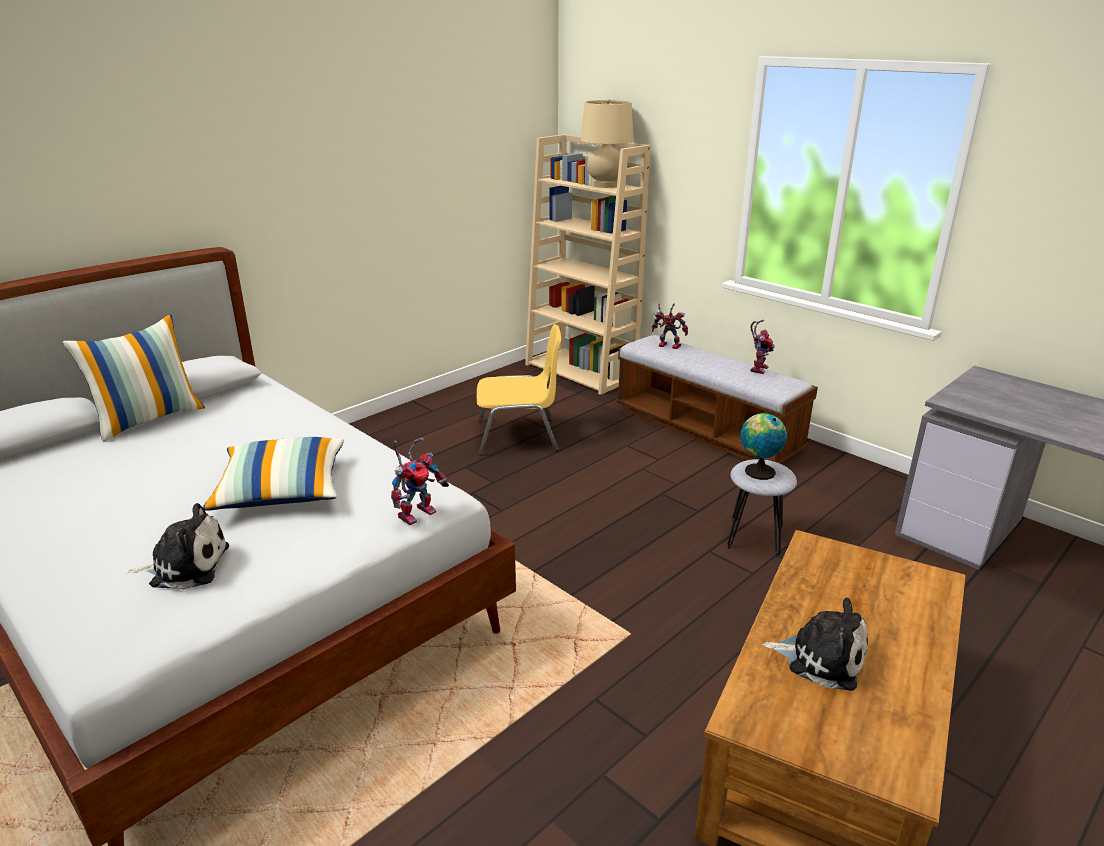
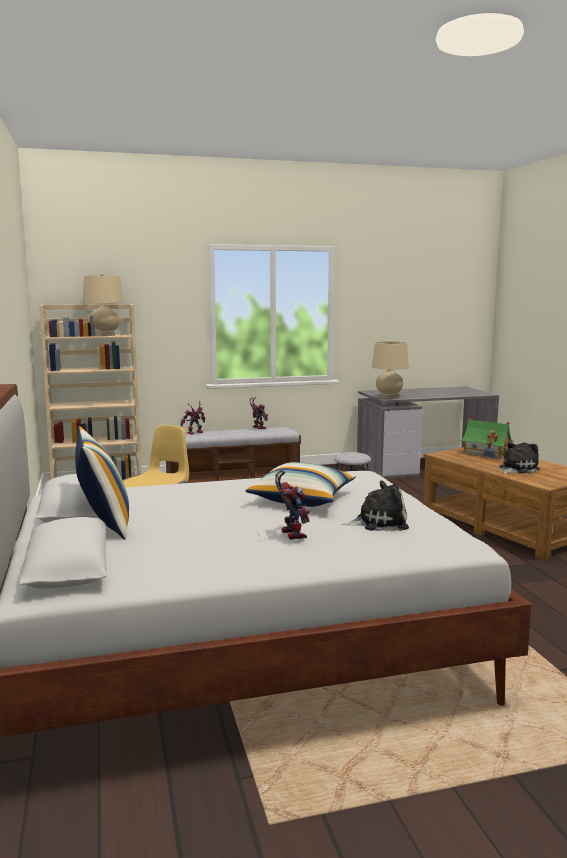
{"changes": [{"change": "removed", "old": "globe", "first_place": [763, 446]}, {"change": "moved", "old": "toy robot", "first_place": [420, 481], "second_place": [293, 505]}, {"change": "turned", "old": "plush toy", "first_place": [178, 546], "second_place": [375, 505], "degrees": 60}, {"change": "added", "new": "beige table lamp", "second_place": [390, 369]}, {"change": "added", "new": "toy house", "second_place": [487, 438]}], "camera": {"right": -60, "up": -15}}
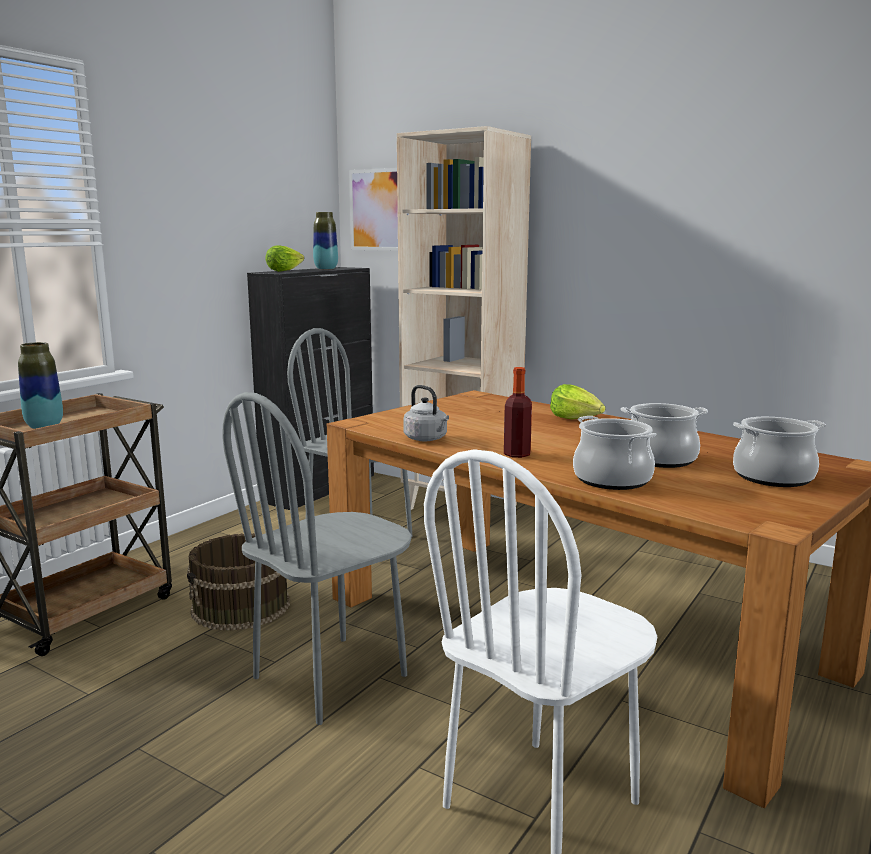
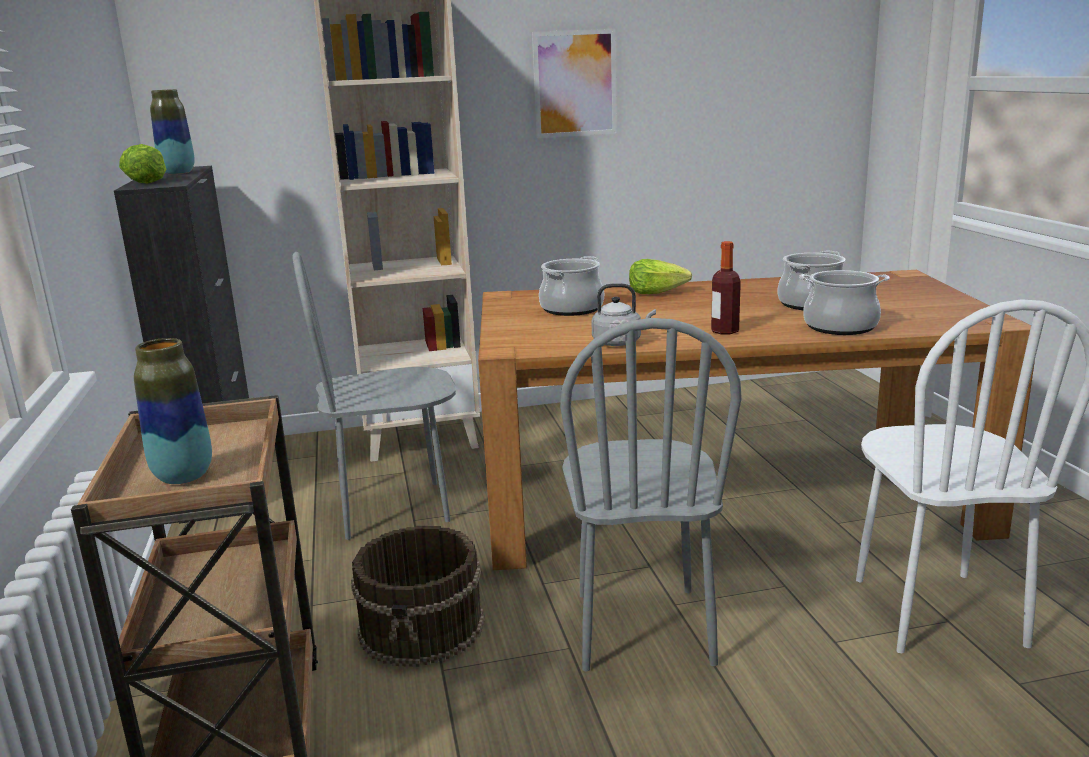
{"changes": [{"change": "moved", "old": "picture", "first_place": [373, 209], "second_place": [574, 83]}, {"change": "moved", "old": "cooking pot", "first_place": [779, 452], "second_place": [571, 286]}], "camera": {"right": -45, "up": 5}}
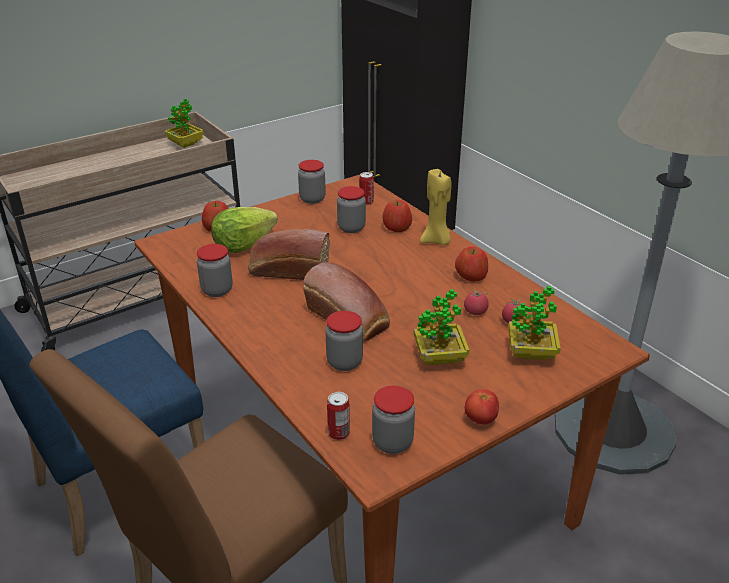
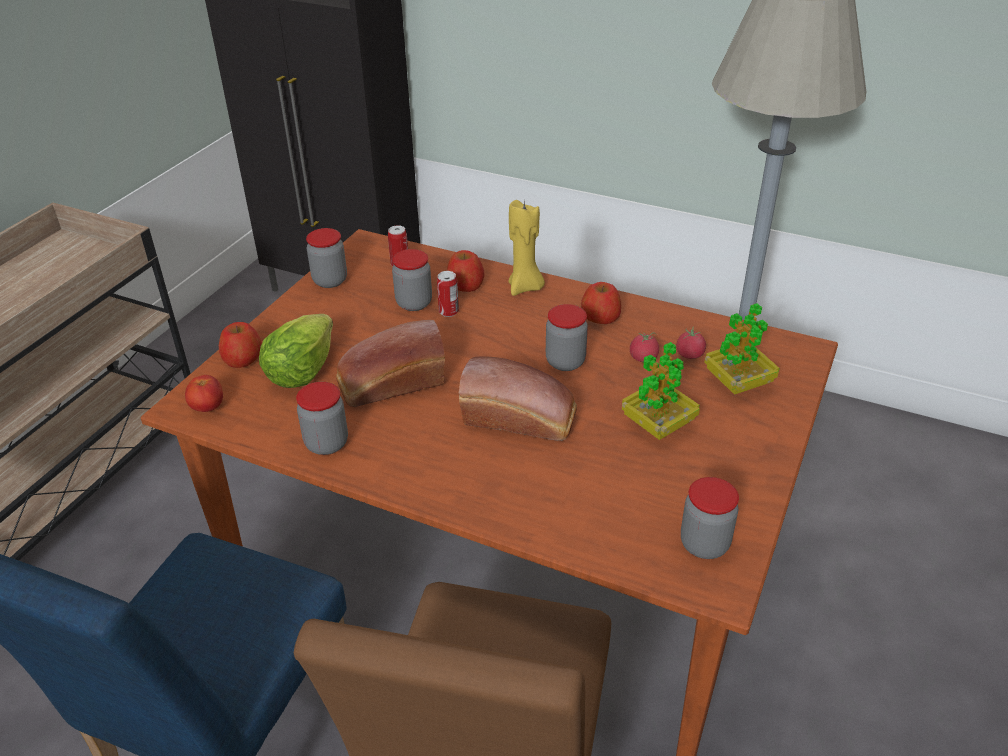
{"changes": [{"change": "removed", "old": "potted plant", "first_place": [184, 123]}, {"change": "moved", "old": "jar", "first_place": [344, 341], "second_place": [567, 337]}, {"change": "moved", "old": "tomato", "first_place": [482, 406], "second_place": [204, 393]}, {"change": "moved", "old": "can", "first_place": [338, 416], "second_place": [448, 294]}], "camera": {"right": -30, "up": 5}}
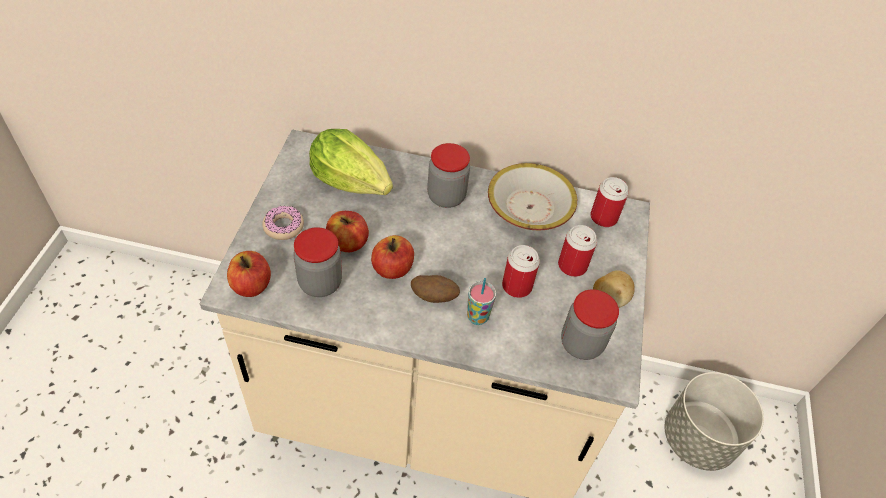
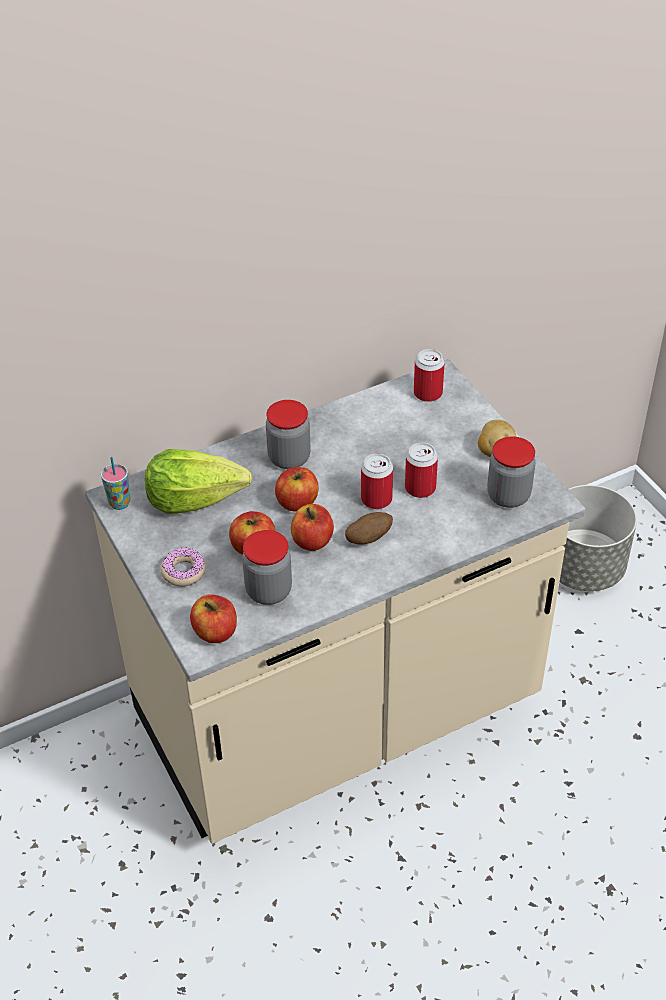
{"changes": [{"change": "removed", "old": "bowl", "first_place": [532, 197]}, {"change": "moved", "old": "can", "first_place": [577, 251], "second_place": [377, 481]}, {"change": "moved", "old": "cup", "first_place": [481, 301], "second_place": [115, 483]}, {"change": "added", "new": "apple", "second_place": [297, 489]}], "camera": {"right": -35, "up": -5}}
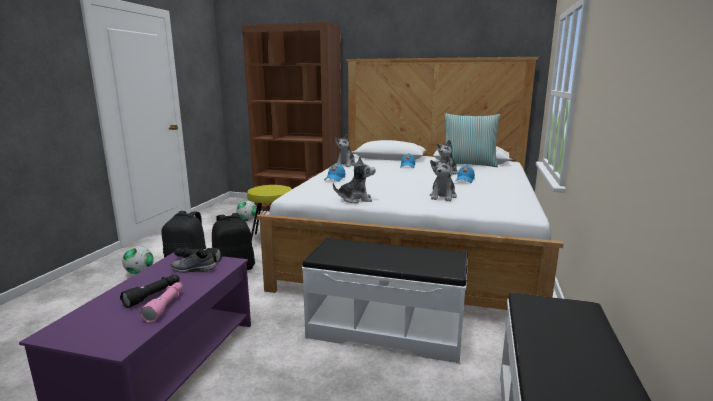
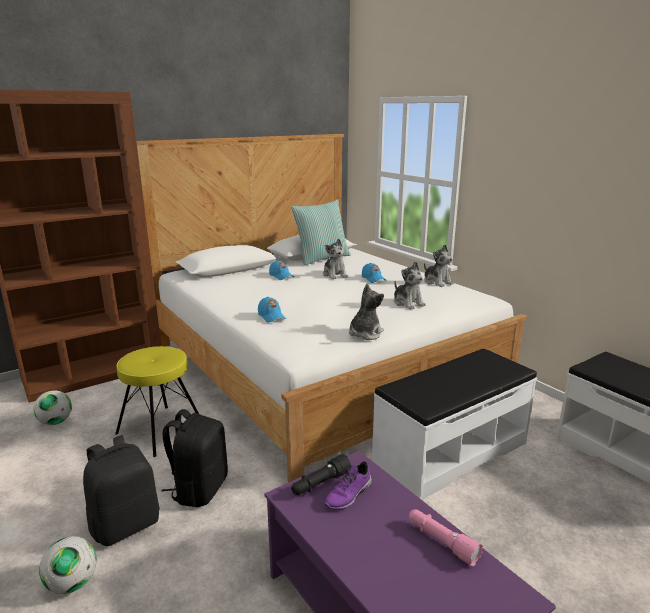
{"changes": [{"change": "moved", "old": "plush toy", "first_place": [345, 150], "second_place": [439, 266]}, {"change": "recoloured", "old": "grey shoe", "new": "purple shoe", "first_place": [193, 261], "second_place": [348, 486]}, {"change": "removed", "old": "black flashlight", "first_place": [150, 291]}], "camera": {"right": -50, "up": 5}}
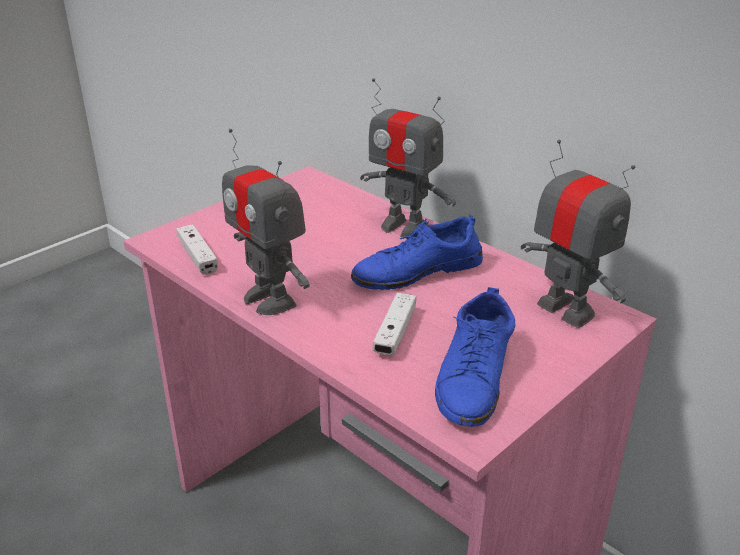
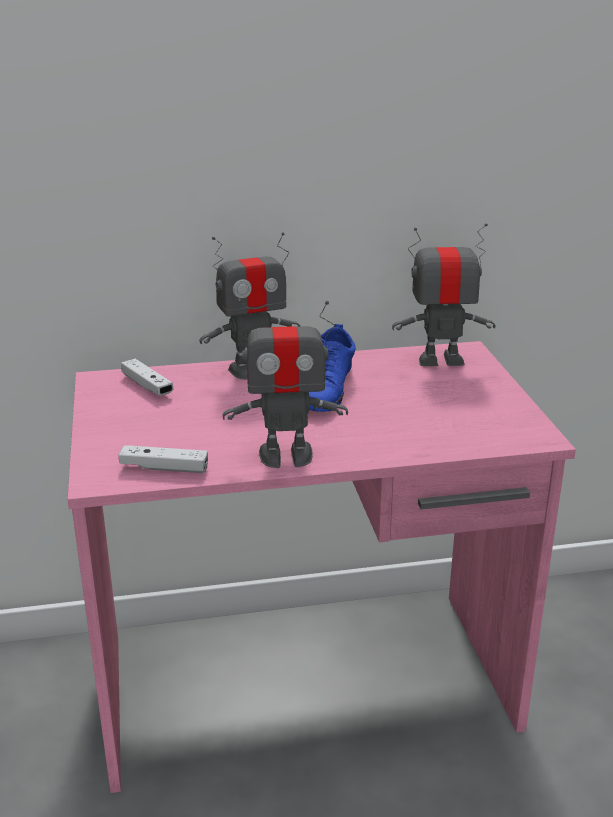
{"changes": [{"change": "removed", "old": "blue shoe", "first_place": [475, 357]}, {"change": "moved", "old": "white game controller", "first_place": [394, 324], "second_place": [147, 377]}], "camera": {"right": -55, "up": -5}}
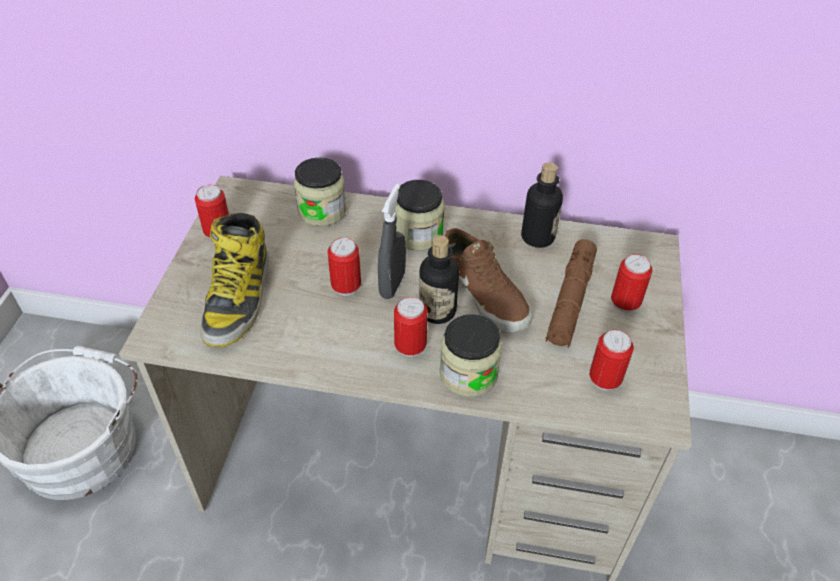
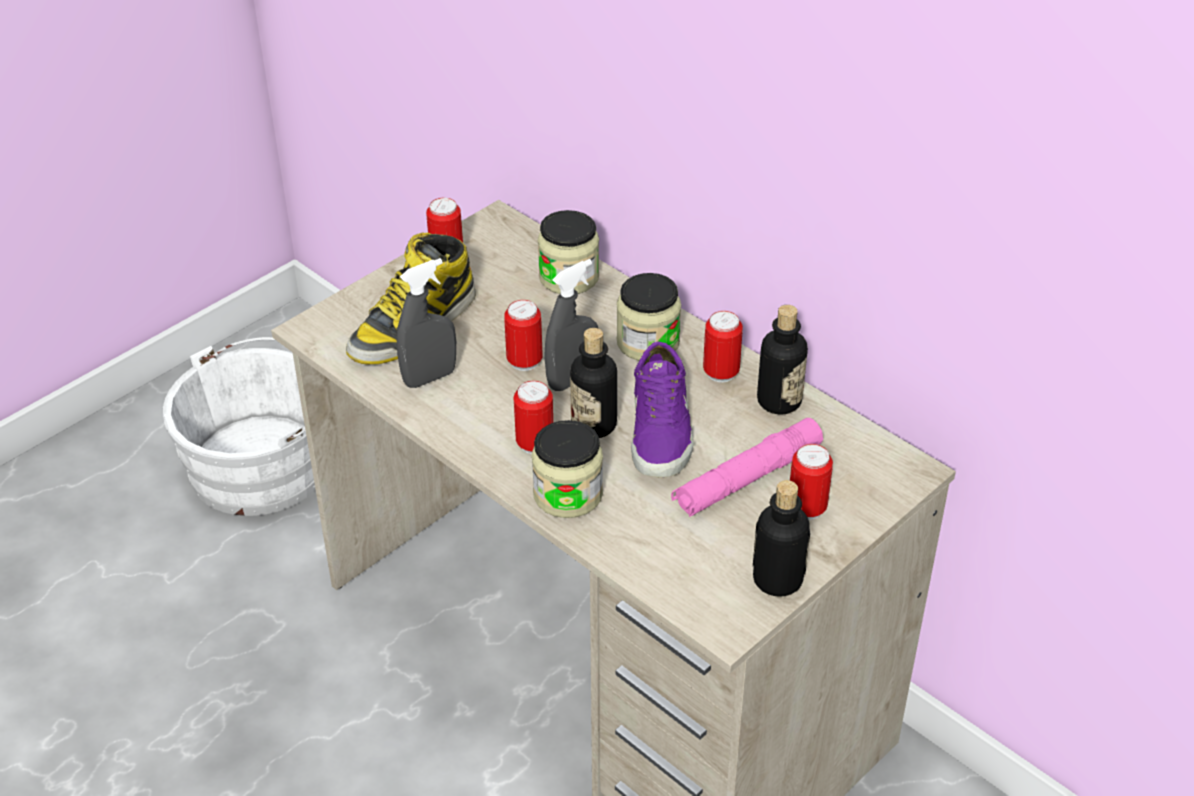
{"changes": [{"change": "recoloured", "old": "brown shoe", "new": "purple shoe", "first_place": [489, 280], "second_place": [662, 409]}, {"change": "recoloured", "old": "brown flashlight", "new": "pink flashlight", "first_place": [571, 293], "second_place": [747, 467]}, {"change": "moved", "old": "can", "first_place": [611, 360], "second_place": [723, 347]}, {"change": "added", "new": "grey spray bottle", "second_place": [426, 323]}, {"change": "added", "new": "bottle", "second_place": [781, 538]}], "camera": {"right": 35, "up": -5}}
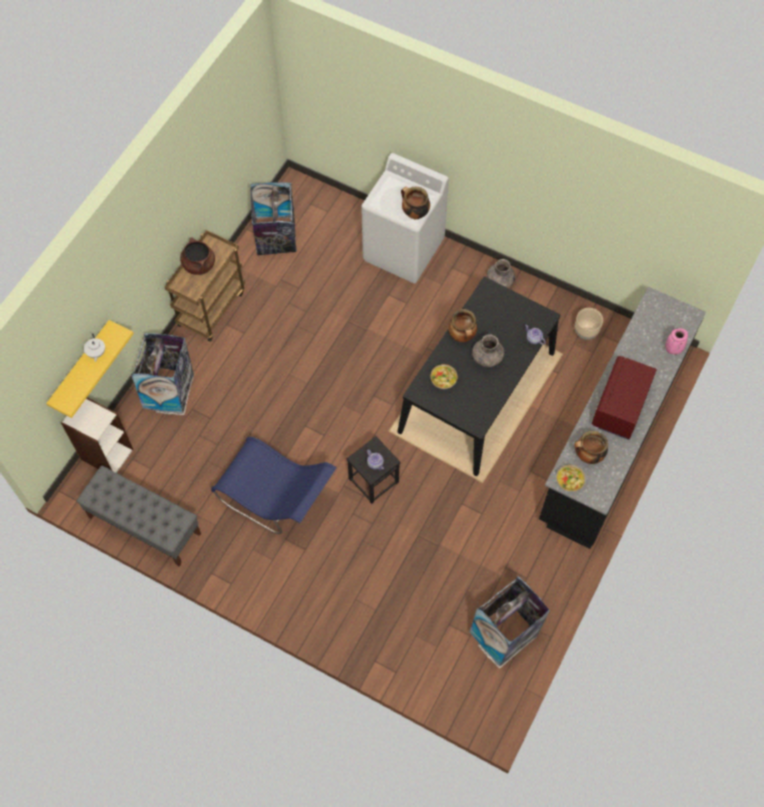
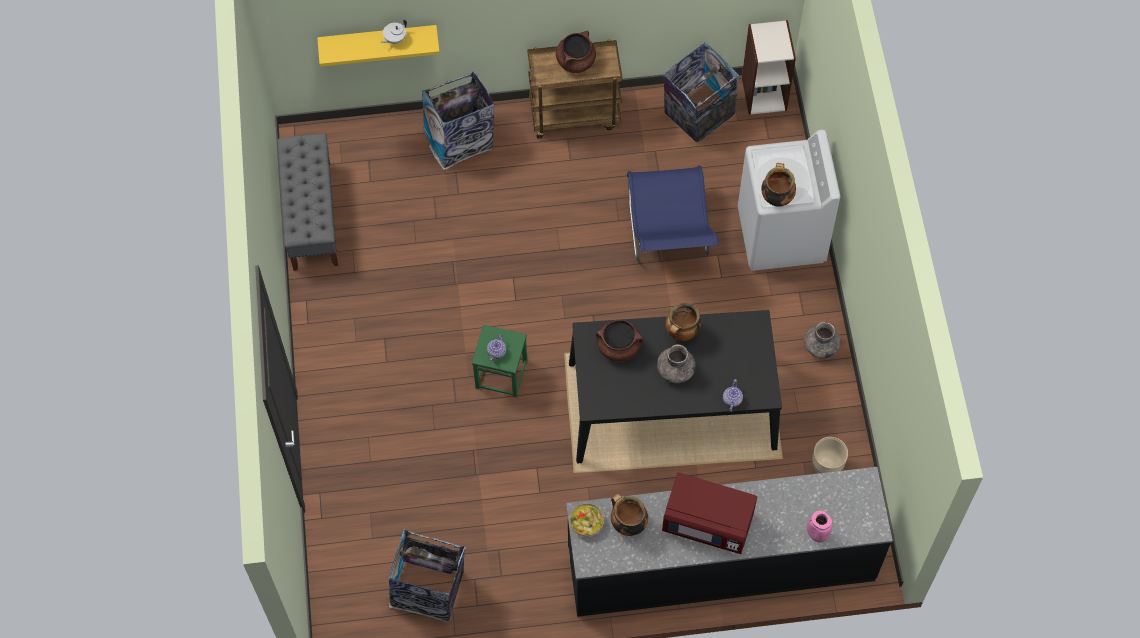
{"changes": [{"change": "turned", "old": "red microwave", "first_place": [624, 398], "second_place": [709, 513], "degrees": -150}, {"change": "replaced", "old": "bowl", "new": "brown cooking pot", "first_place": [444, 376], "second_place": [620, 340]}, {"change": "moved", "old": "bookcase", "first_place": [97, 435], "second_place": [769, 67]}, {"change": "recoloured", "old": "black stool", "new": "green stool", "first_place": [373, 470], "second_place": [499, 361]}, {"change": "moved", "old": "blue chair", "first_place": [274, 485], "second_place": [672, 213]}], "camera": {"right": 55, "up": 0}}
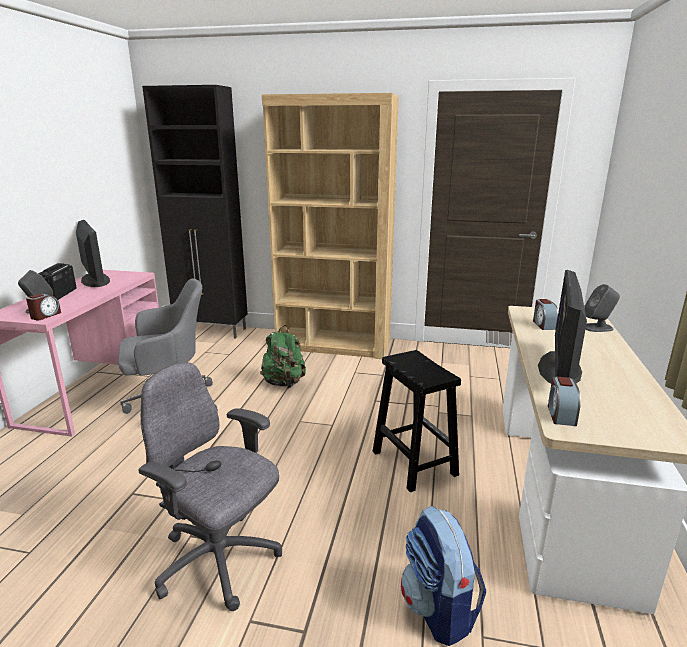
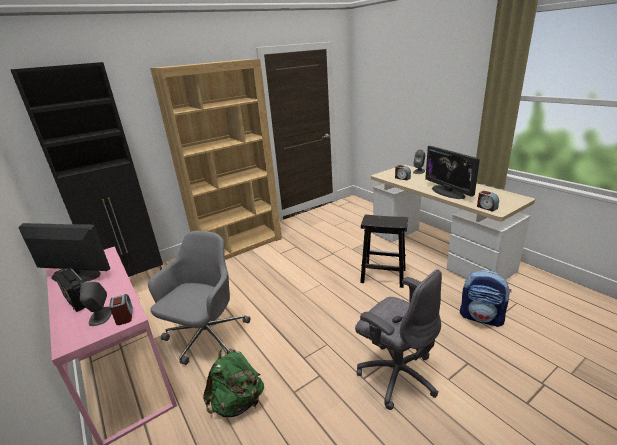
{"changes": [{"change": "moved", "old": "green backpack", "first_place": [283, 356], "second_place": [233, 382]}, {"change": "turned", "old": "grey office chair", "first_place": [210, 486], "second_place": [398, 339], "degrees": -120}], "camera": {"right": -45, "up": 5}}
